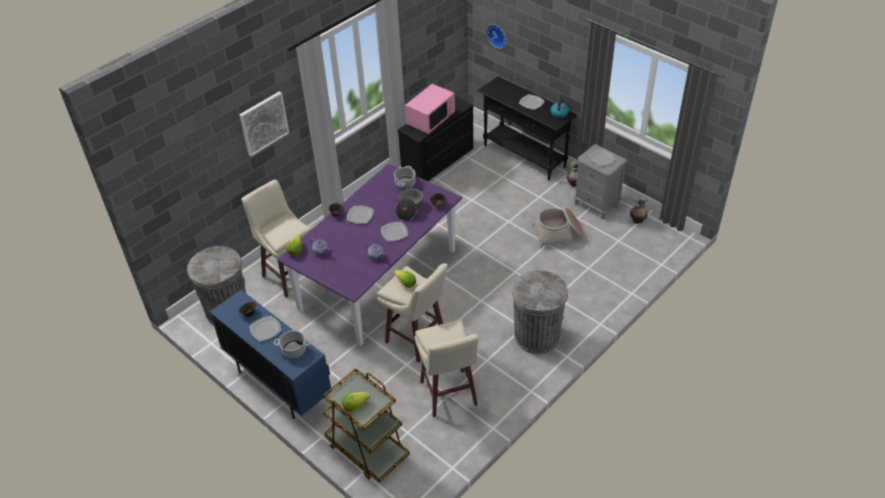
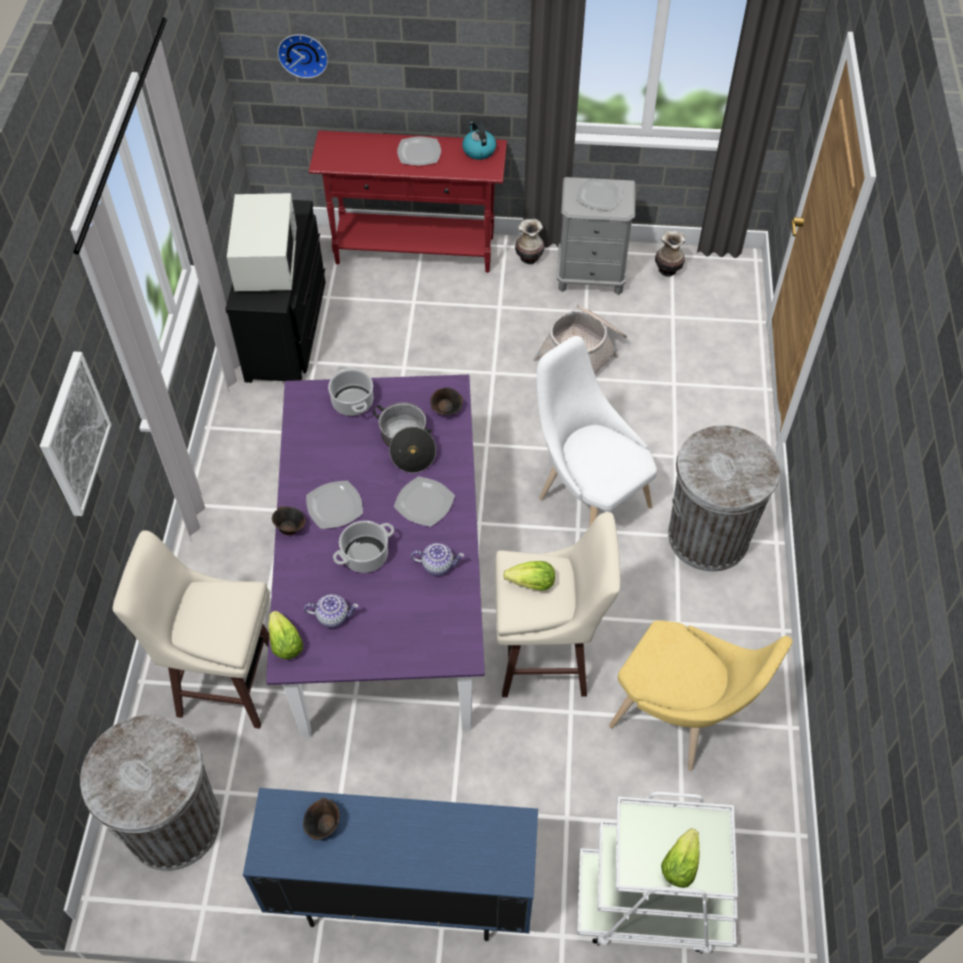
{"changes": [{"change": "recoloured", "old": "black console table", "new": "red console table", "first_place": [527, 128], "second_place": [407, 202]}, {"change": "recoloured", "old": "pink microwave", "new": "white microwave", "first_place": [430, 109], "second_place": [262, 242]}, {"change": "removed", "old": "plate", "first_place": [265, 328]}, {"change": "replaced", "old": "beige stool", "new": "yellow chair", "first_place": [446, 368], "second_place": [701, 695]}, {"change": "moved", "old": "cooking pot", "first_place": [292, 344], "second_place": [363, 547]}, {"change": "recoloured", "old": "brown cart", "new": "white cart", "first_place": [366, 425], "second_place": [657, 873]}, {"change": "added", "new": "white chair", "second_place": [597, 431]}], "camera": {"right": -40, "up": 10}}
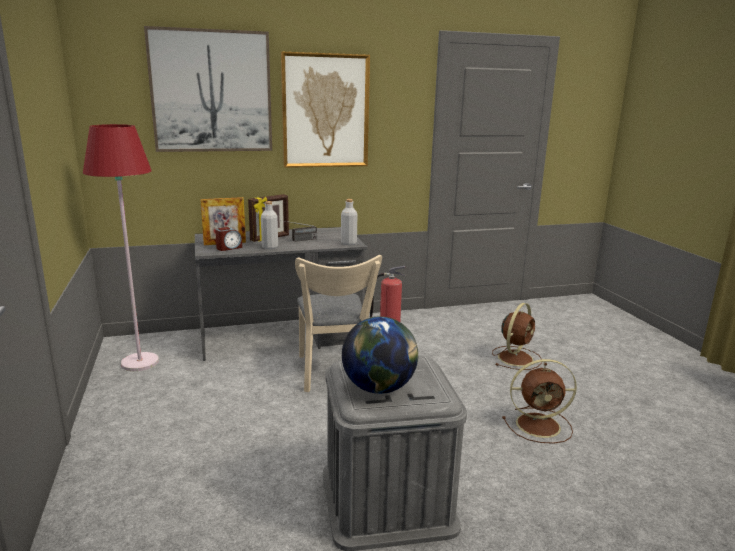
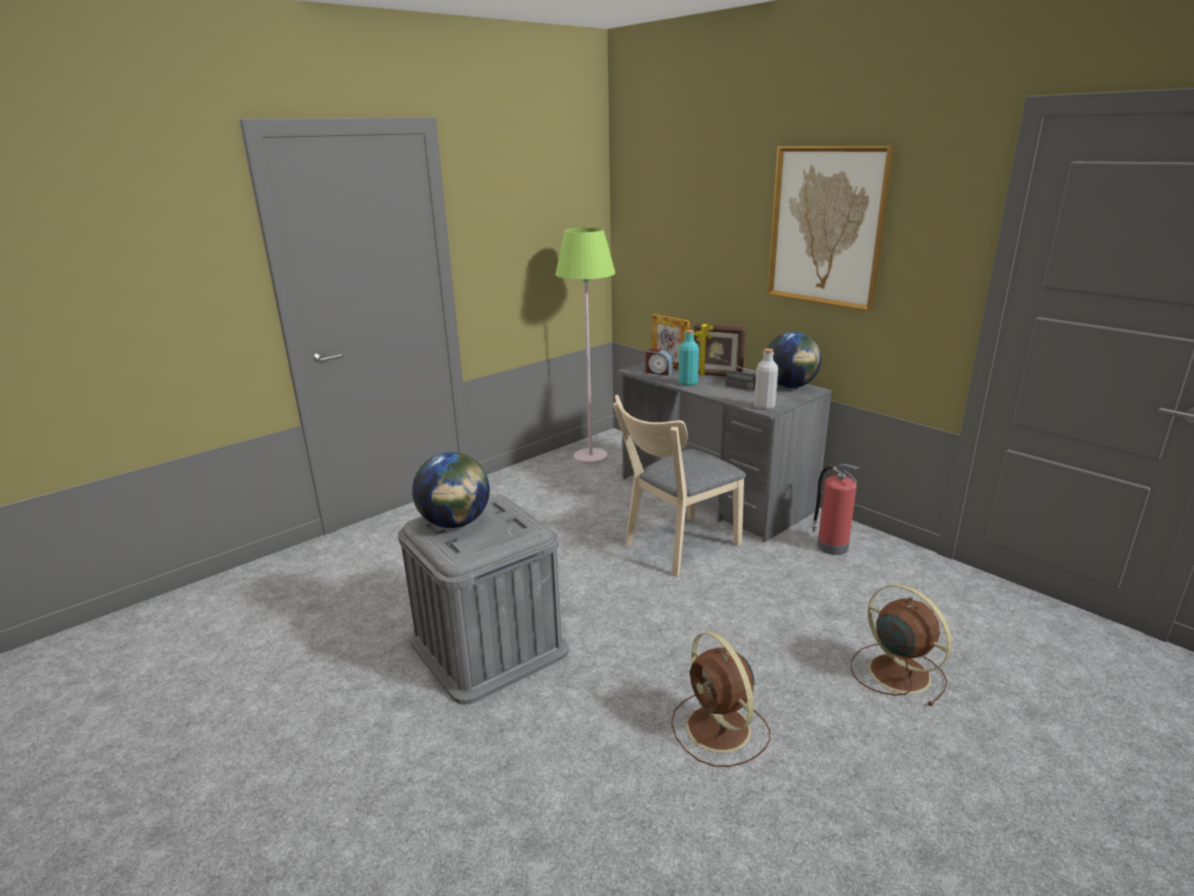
{"changes": [{"change": "removed", "old": "picture", "first_place": [208, 89]}, {"change": "recoloured", "old": "red floor lamp", "new": "green floor lamp", "first_place": [121, 247], "second_place": [585, 346]}, {"change": "recoloured", "old": "grey bottle", "new": "turquoise bottle", "first_place": [269, 225], "second_place": [688, 358]}, {"change": "turned", "old": "brown fan", "first_place": [517, 336], "second_place": [901, 645], "degrees": -135}, {"change": "added", "new": "globe", "second_place": [793, 360]}], "camera": {"right": 65, "up": 5}}
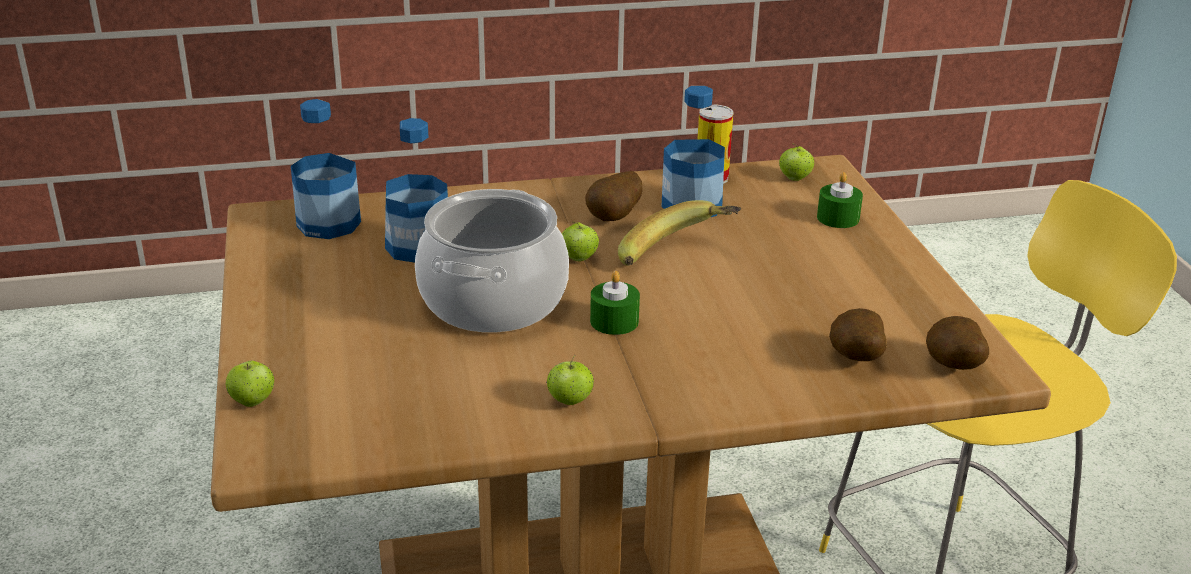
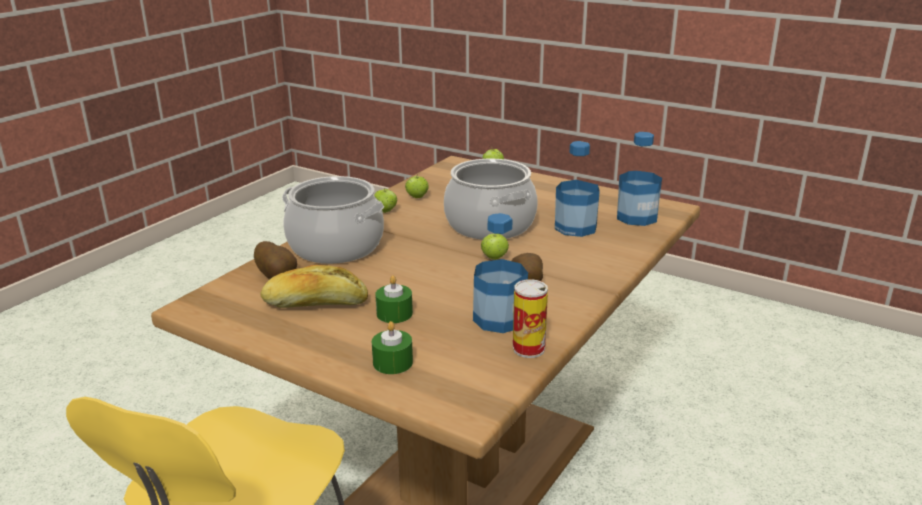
{"changes": [{"change": "moved", "old": "apple", "first_place": [796, 162], "second_place": [417, 185]}, {"change": "removed", "old": "banana", "first_place": [679, 233]}, {"change": "moved", "old": "green candle", "first_place": [615, 303], "second_place": [394, 299]}, {"change": "removed", "old": "potato", "first_place": [957, 343]}, {"change": "added", "new": "cooking pot", "second_place": [333, 220]}, {"change": "added", "new": "bread", "second_place": [314, 286]}], "camera": {"right": 135, "up": -5}}
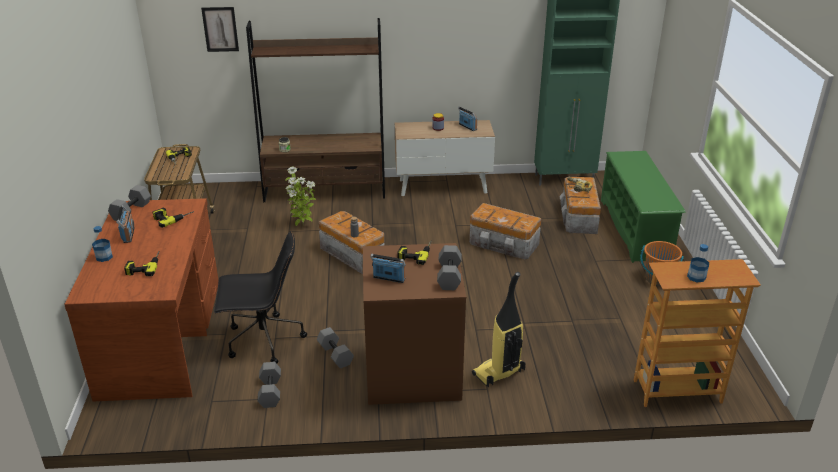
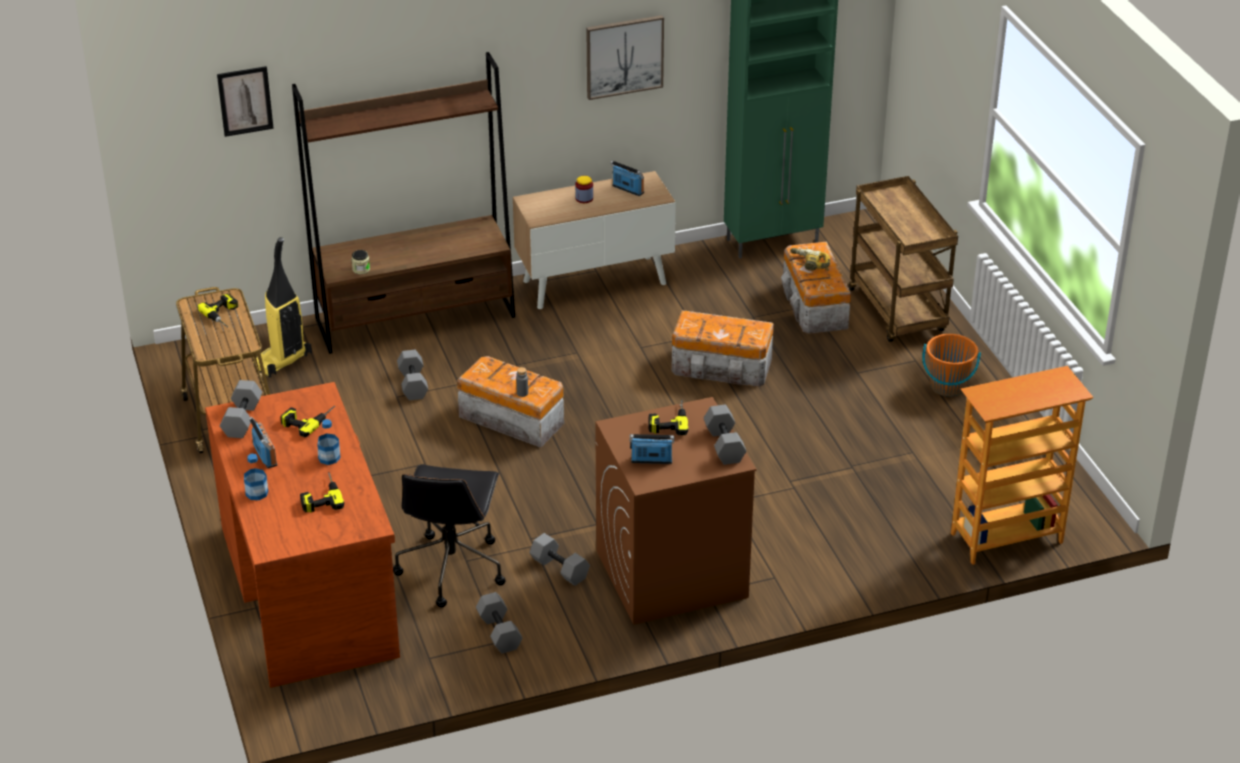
{"changes": [{"change": "replaced", "old": "green shoe rack", "new": "brown cart", "first_place": [643, 207], "second_place": [903, 259]}, {"change": "replaced", "old": "potted plant", "new": "grey dumbbell", "first_place": [300, 196], "second_place": [412, 375]}, {"change": "turned", "old": "black office chair", "first_place": [260, 297], "second_place": [449, 536], "degrees": 120}, {"change": "moved", "old": "bottle", "first_place": [698, 263], "second_place": [329, 442]}, {"change": "moved", "old": "vacuum cleaner", "first_place": [499, 329], "second_place": [282, 307]}, {"change": "added", "new": "picture", "second_place": [625, 57]}], "camera": {"right": -15, "up": 5}}
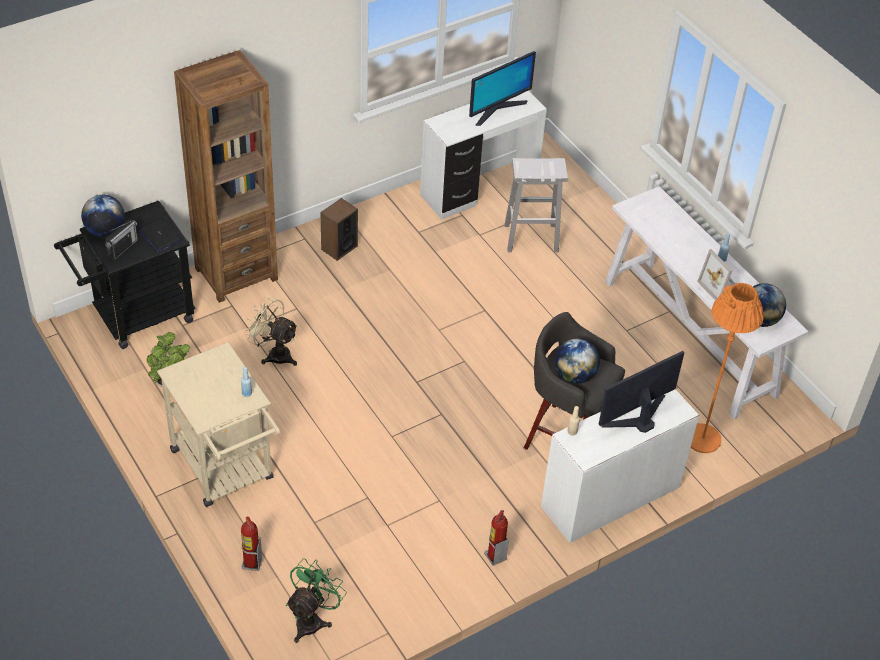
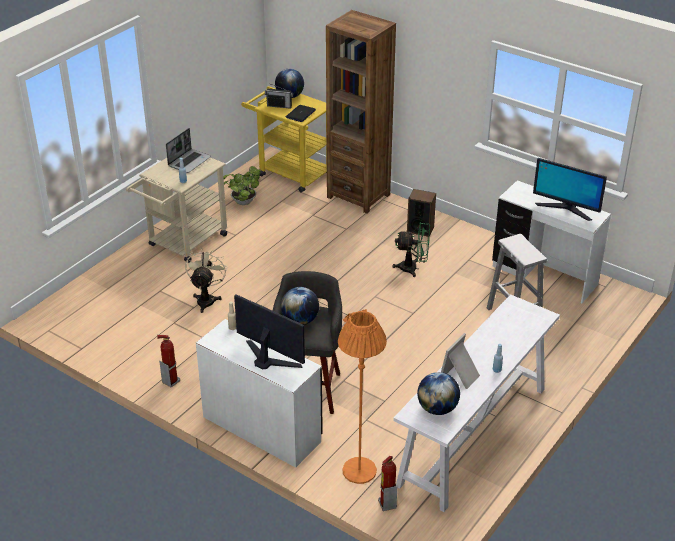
{"changes": [{"change": "recoloured", "old": "black cart", "new": "yellow cart", "first_place": [125, 275], "second_place": [284, 139]}, {"change": "moved", "old": "beige fan", "first_place": [271, 331], "second_place": [206, 281]}, {"change": "moved", "old": "fire extinguisher", "first_place": [251, 543], "second_place": [387, 483]}, {"change": "moved", "old": "green fan", "first_place": [316, 600], "second_place": [411, 249]}, {"change": "added", "new": "laptop", "second_place": [188, 150]}], "camera": {"right": 70, "up": -10}}
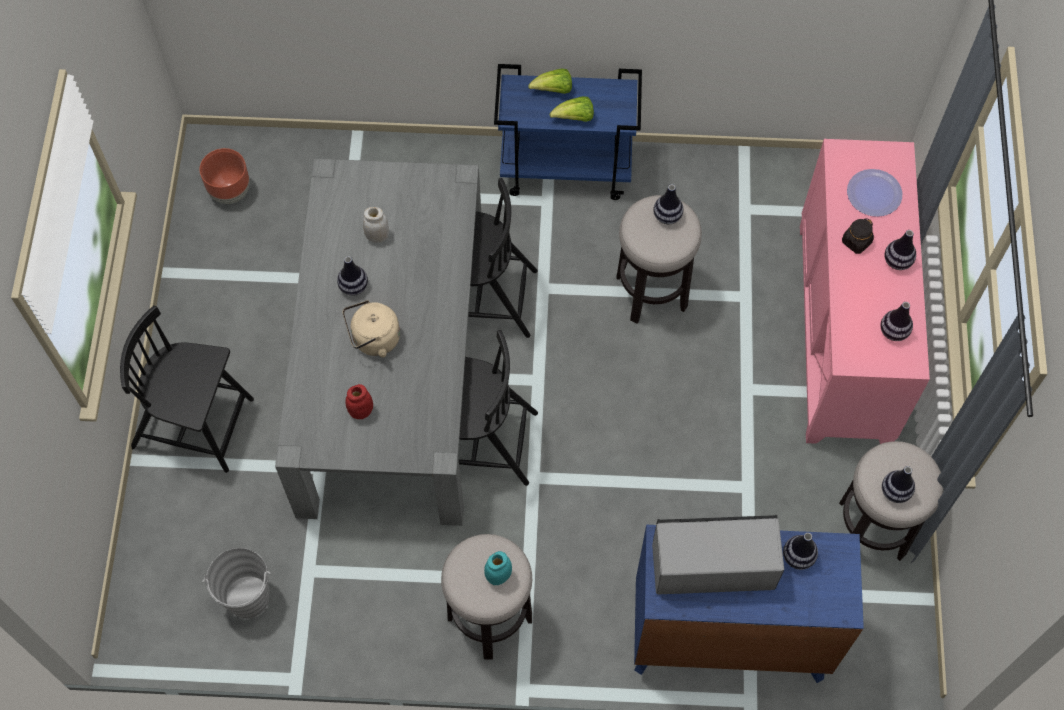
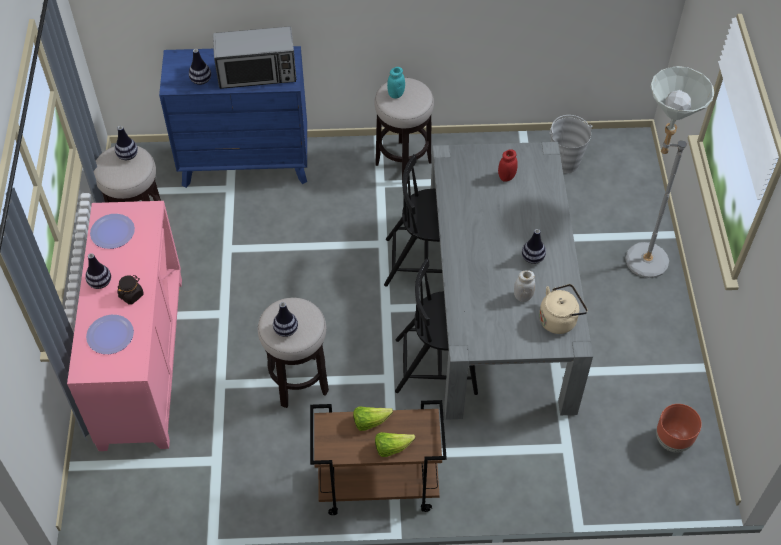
{"changes": [{"change": "recoloured", "old": "blue cart", "new": "brown cart", "first_place": [568, 132], "second_place": [378, 457]}, {"change": "moved", "old": "beige kettle", "first_place": [371, 329], "second_place": [563, 309]}, {"change": "replaced", "old": "vase", "new": "plate", "first_place": [896, 321], "second_place": [112, 231]}, {"change": "replaced", "old": "black chair", "new": "grey floor lamp", "first_place": [187, 389], "second_place": [669, 172]}], "camera": {"right": 175, "up": -10}}
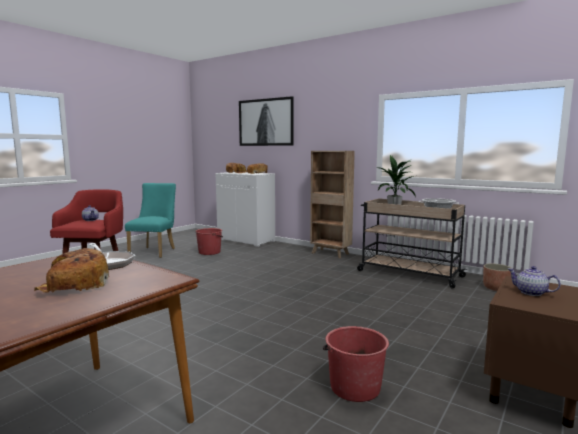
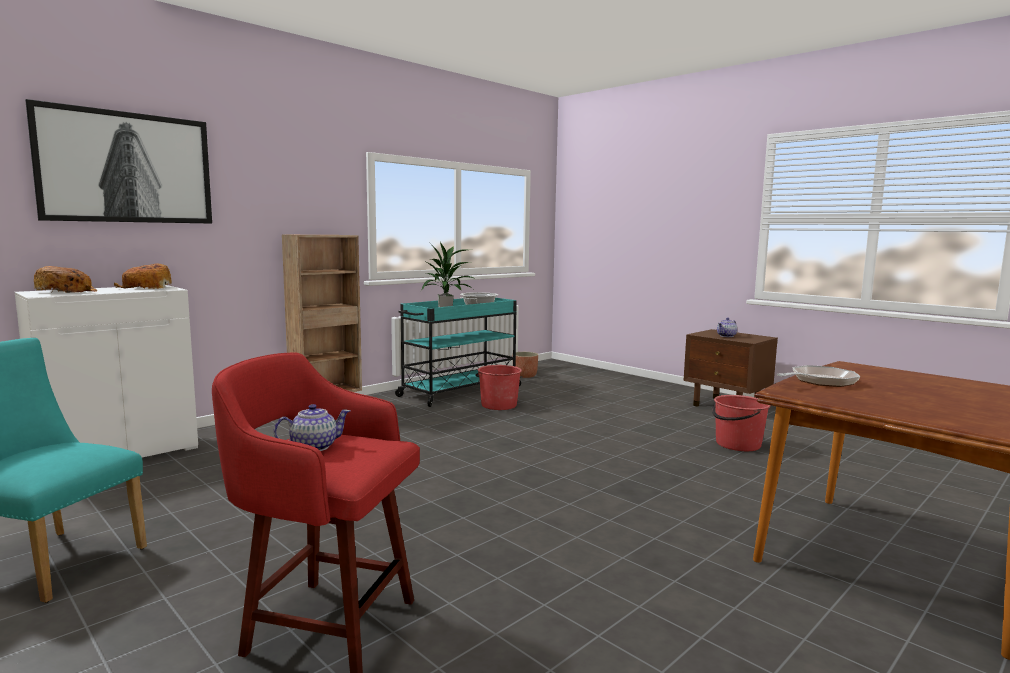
{"changes": [{"change": "recoloured", "old": "beige cart", "new": "turquoise cart", "first_place": [412, 243], "second_place": [459, 352]}, {"change": "moved", "old": "red bucket", "first_place": [209, 241], "second_place": [498, 387]}, {"change": "removed", "old": "bread", "first_place": [71, 270]}], "camera": {"right": -80, "up": 0}}
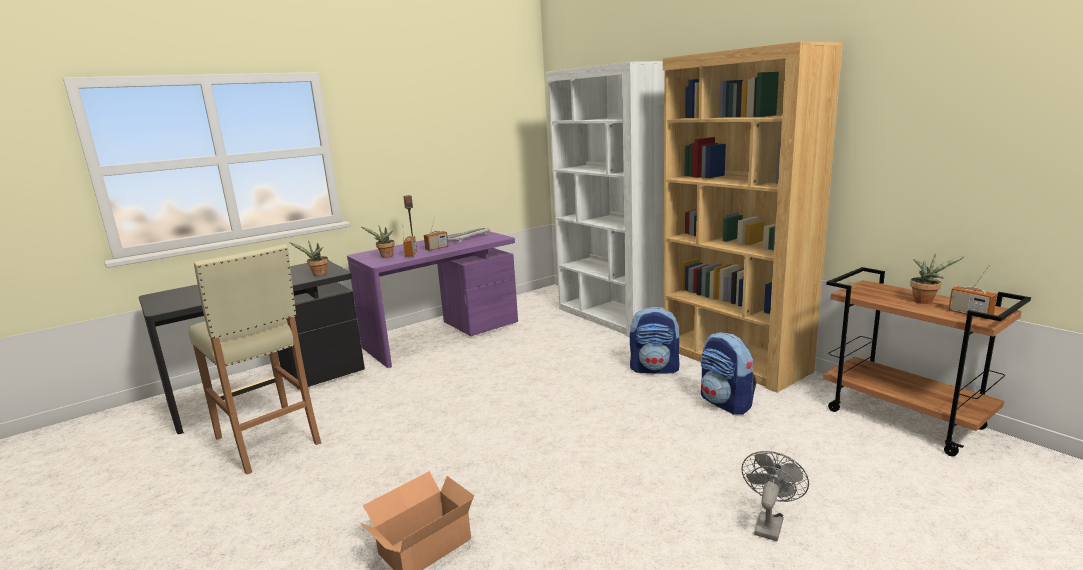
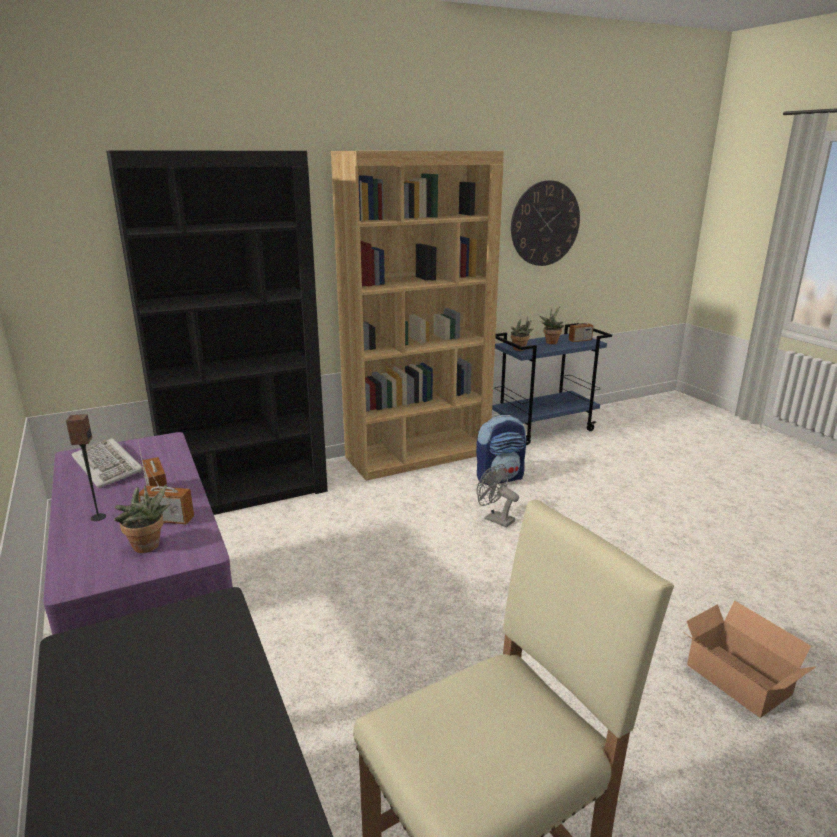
{"changes": [{"change": "recoloured", "old": "white bookcase", "new": "black bookcase", "first_place": [605, 199], "second_place": [217, 332]}, {"change": "moved", "old": "potted plant", "first_place": [308, 258], "second_place": [522, 333]}, {"change": "recoloured", "old": "brown cart", "new": "blue cart", "first_place": [927, 361], "second_place": [552, 384]}, {"change": "removed", "old": "backpack", "first_place": [655, 340]}, {"change": "moved", "old": "grey fan", "first_place": [775, 496], "second_place": [497, 496]}, {"change": "added", "new": "wall clock", "second_place": [545, 223]}], "camera": {"right": -80, "up": 5}}
